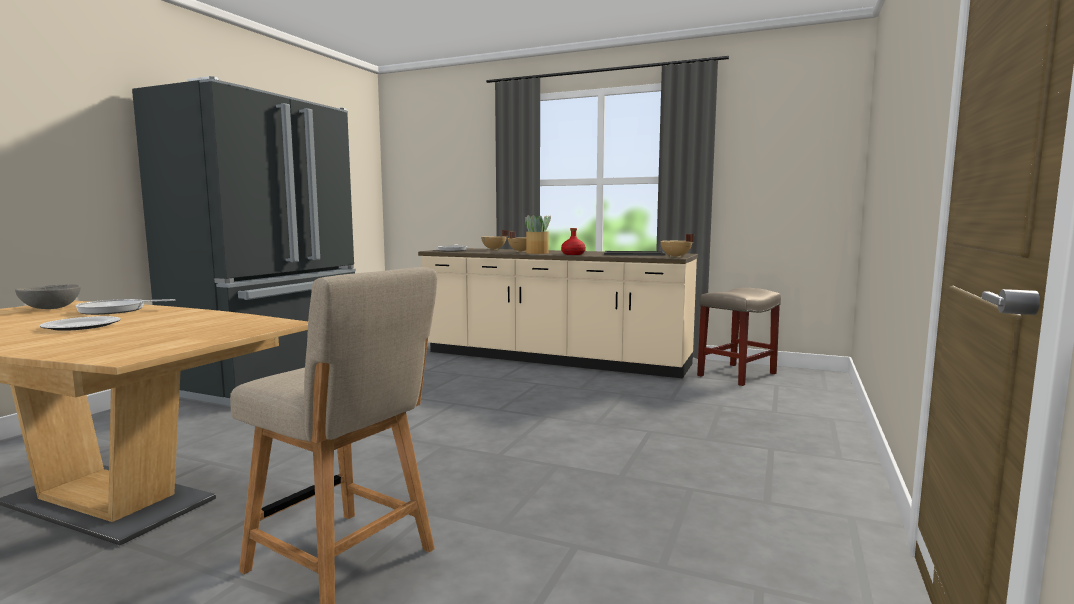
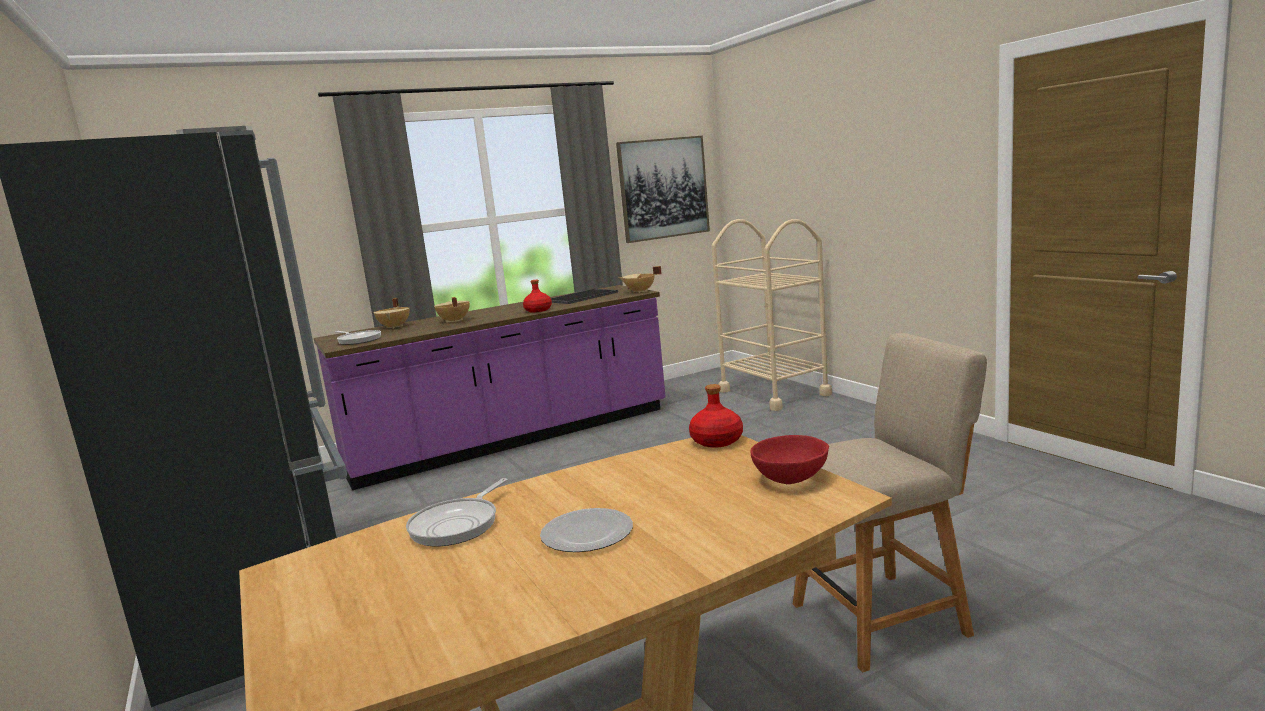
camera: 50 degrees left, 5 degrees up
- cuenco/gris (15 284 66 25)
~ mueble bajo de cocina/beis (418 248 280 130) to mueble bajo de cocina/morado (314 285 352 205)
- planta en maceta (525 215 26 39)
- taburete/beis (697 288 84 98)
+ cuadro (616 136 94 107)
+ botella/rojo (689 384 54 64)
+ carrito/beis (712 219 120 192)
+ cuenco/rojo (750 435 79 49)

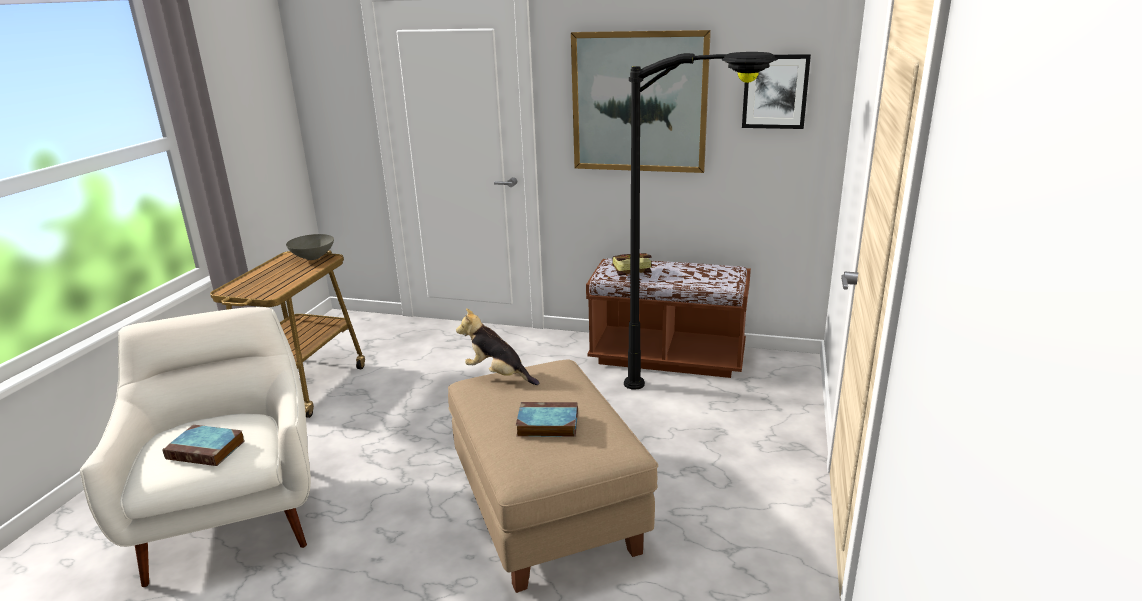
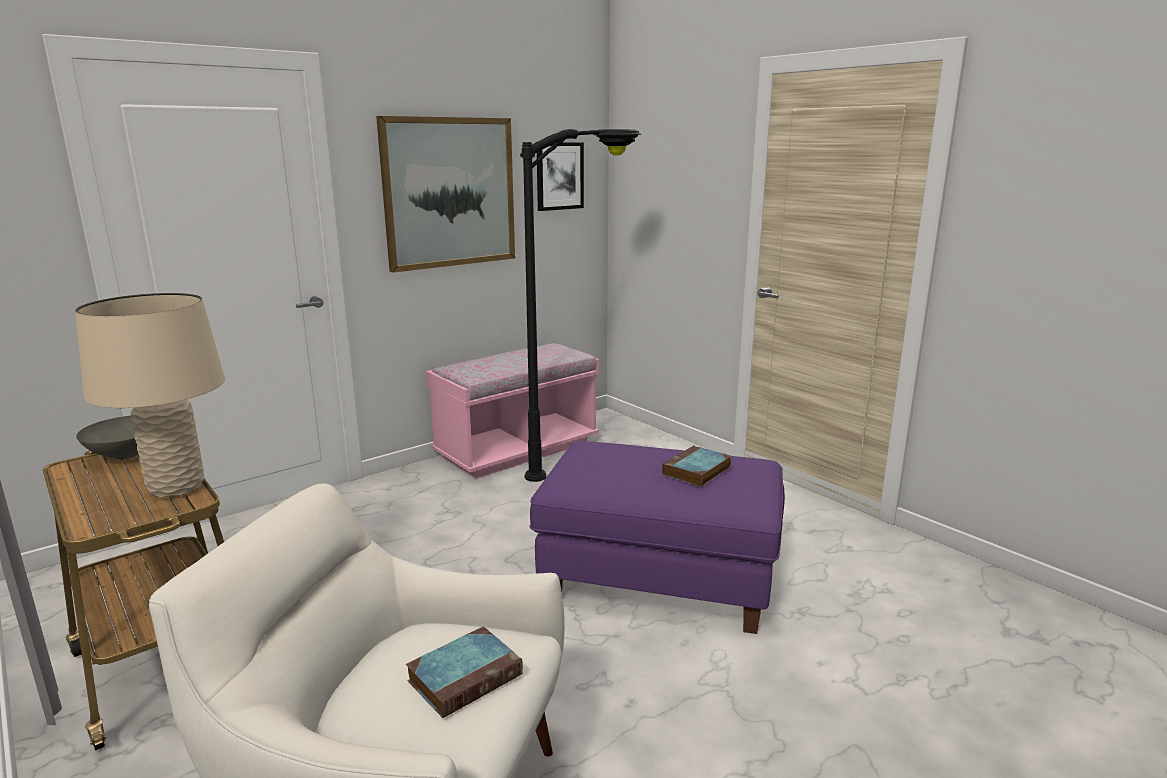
camera: 55 degrees left, 5 degrees down
~ puf/beis (448 360 210 233) to puf/morado (530 441 255 193)
- peluche (456 308 83 77)
~ banco/marrón (586 259 165 119) to banco/rosa (426 343 173 135)
- libro (608 253 44 25)
+ lámpara de mesa/beis (75 293 150 204)

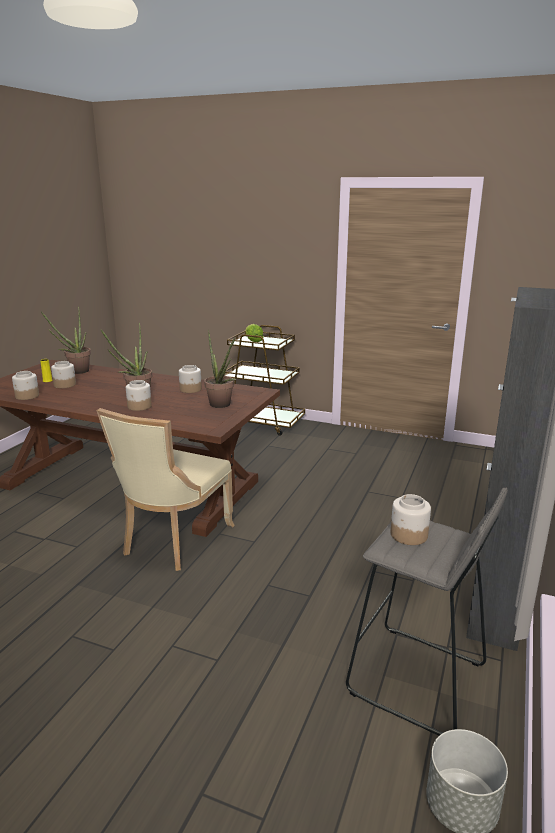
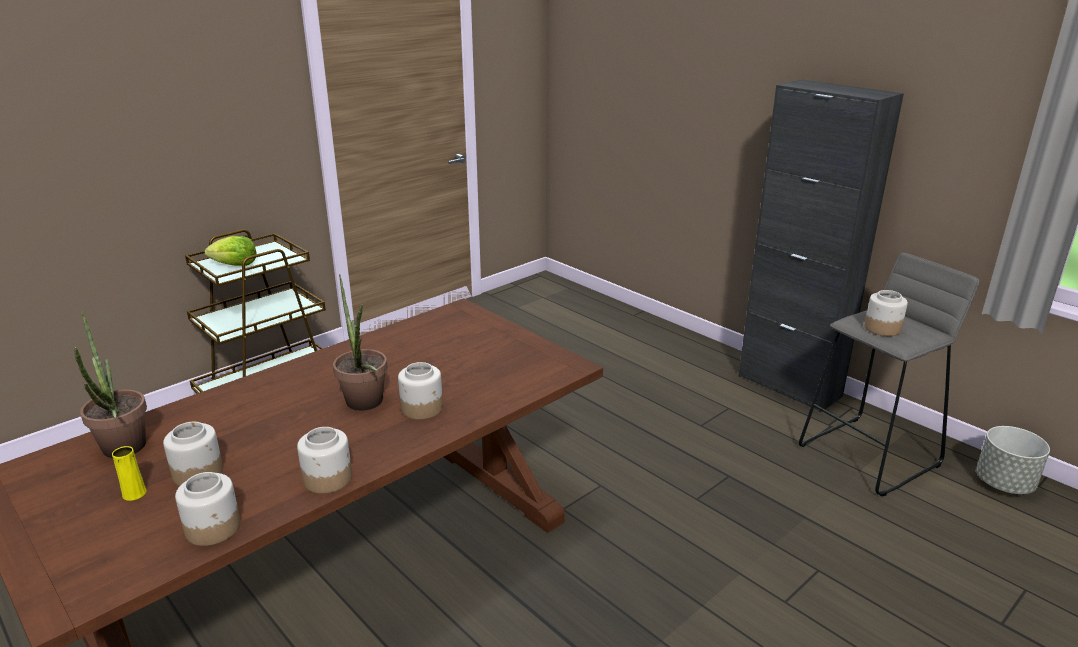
camera: 65 degrees left, 5 degrees up
- silla/beis (97 408 138 163)
~ tarro (179 365 23 28) to (297 427 55 67)
- planta en maceta (204 330 32 78)

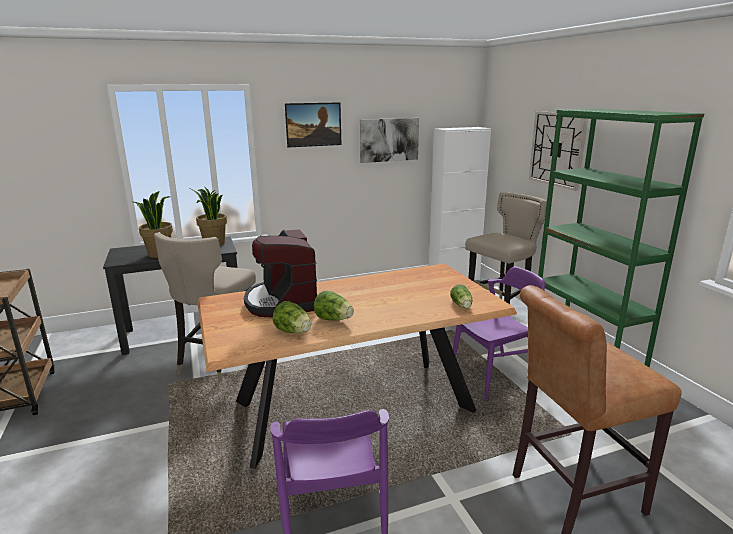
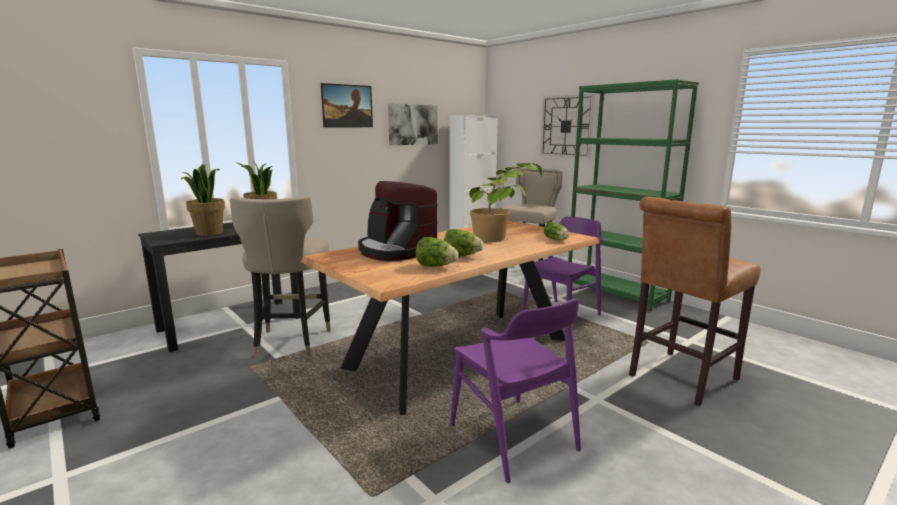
camera: 20 degrees left, 5 degrees down
+ planta en maceta (469 163 73 79)

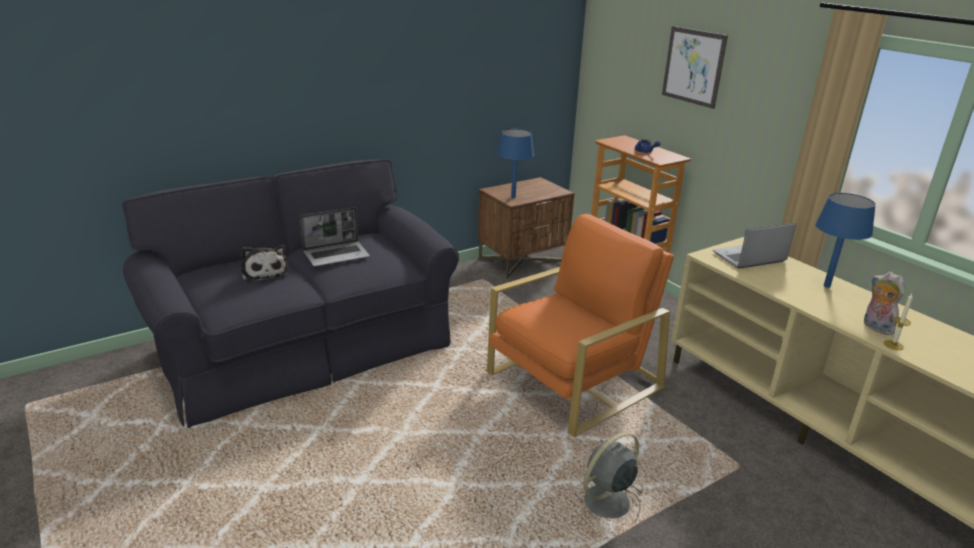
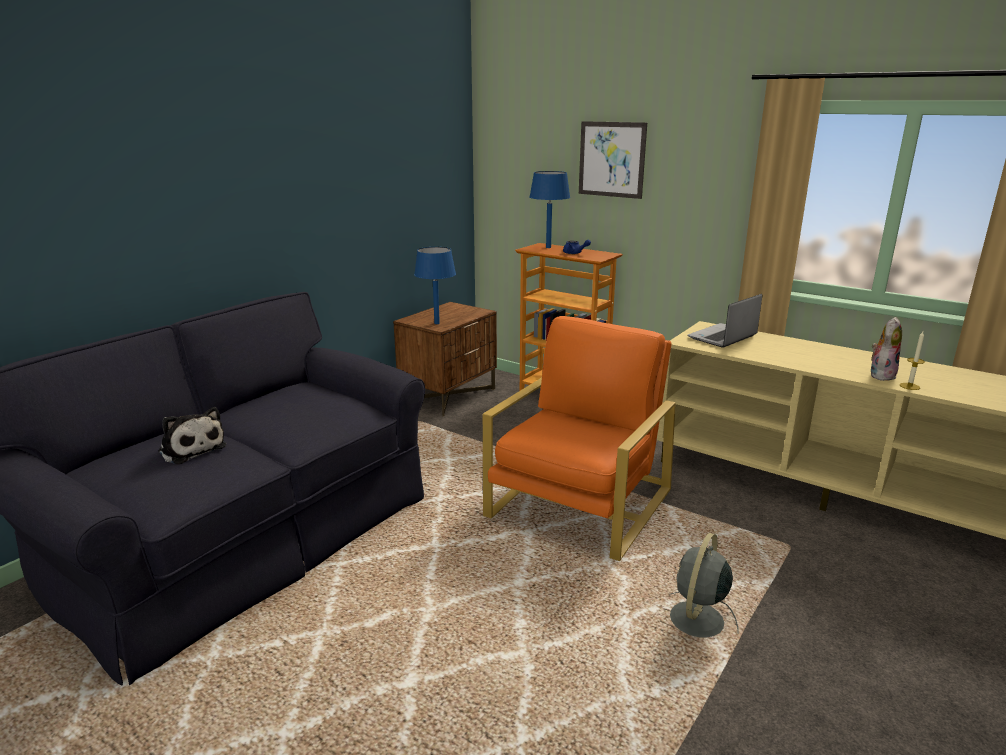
camera: 20 degrees left, 5 degrees down
- portátil (300 207 70 60)
~ lámpara de mesa/azul (815 193 61 95) to (529 171 41 77)
~ peluche (864 272 41 63) = (871 317 31 64) 90 degrees clockwise

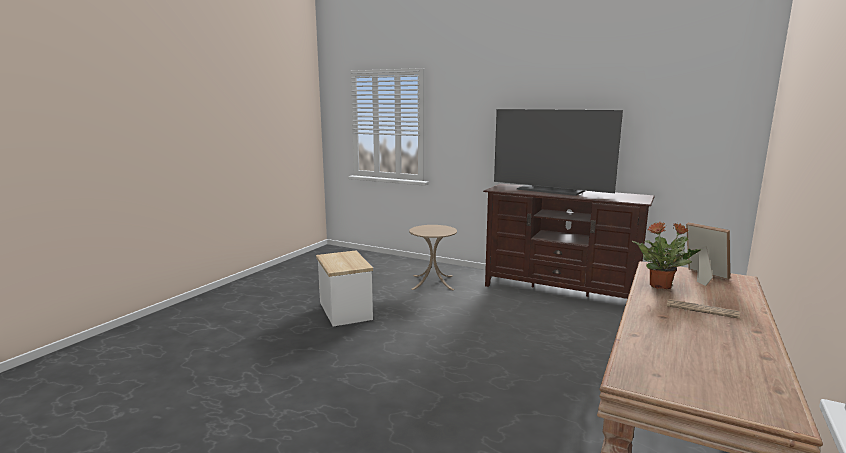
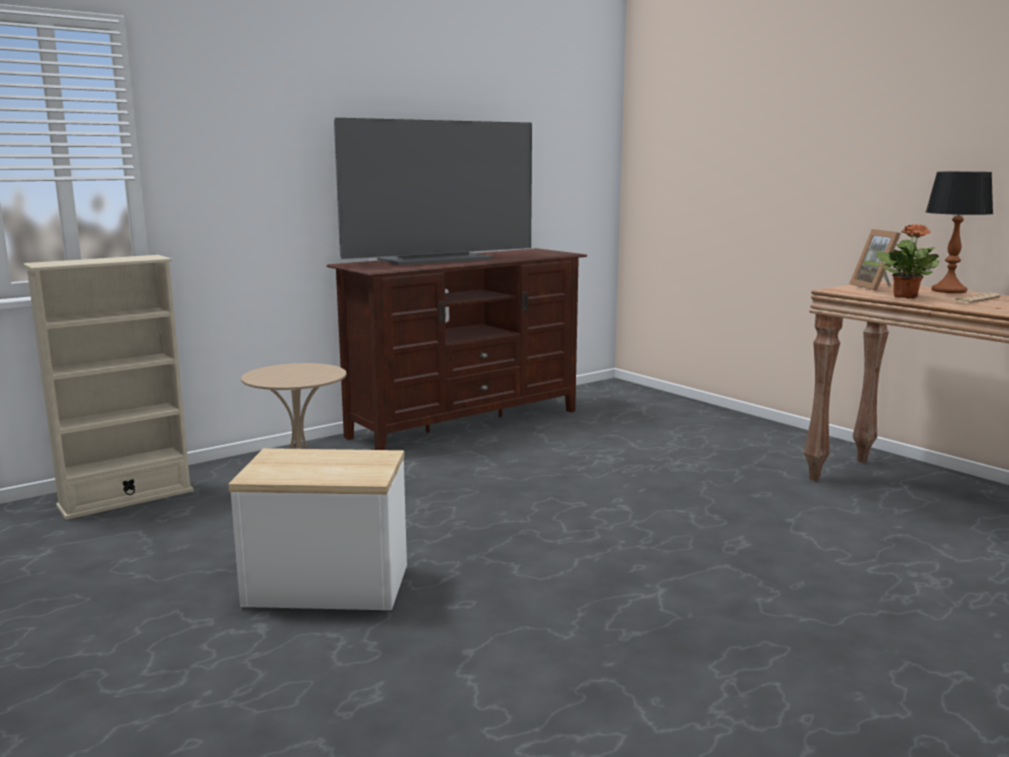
camera: 65 degrees left, 0 degrees up
~ portarretratos (686 222 44 64) = (849 229 52 62) 90 degrees counterclockwise
+ estantería/beis (24 255 170 265)
+ lámpara de mesa (926 172 67 121)

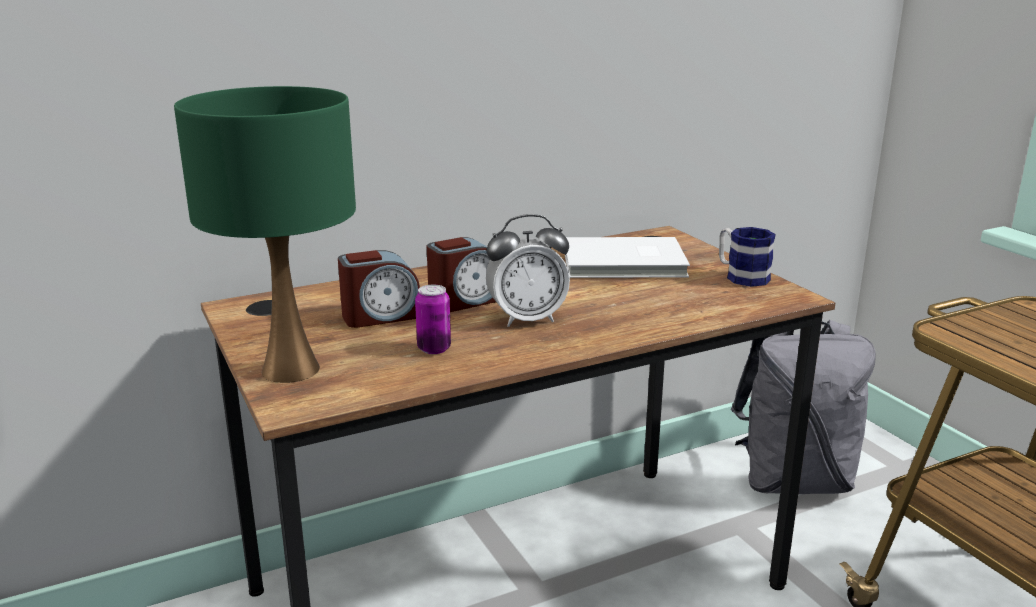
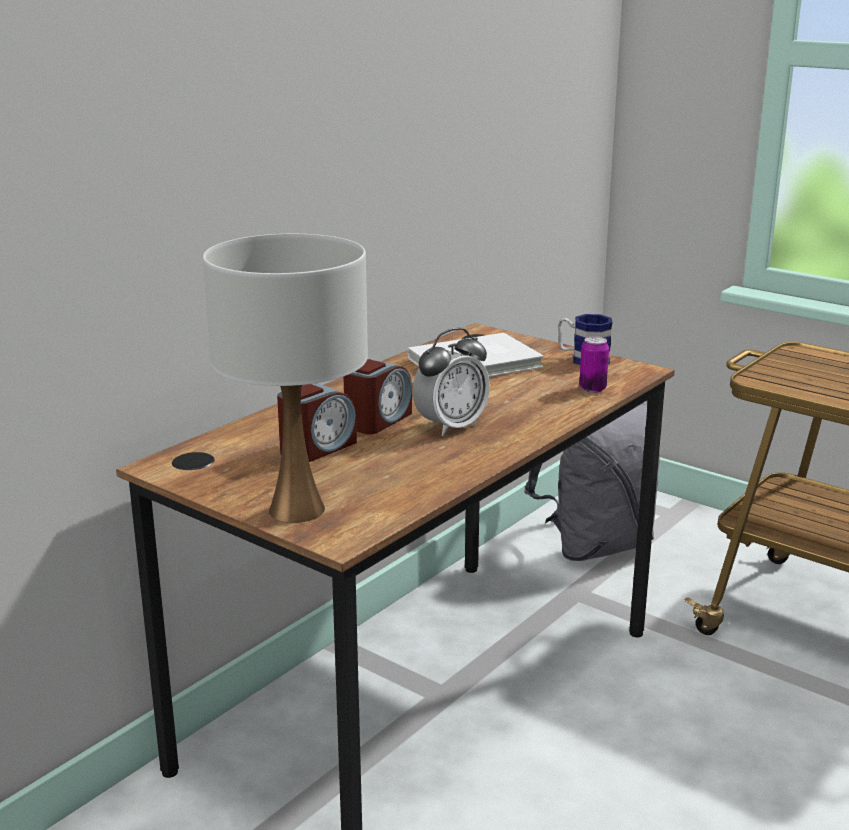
camera: 25 degrees left, 0 degrees up
~ lámpara de mesa/verde (174 86 182 297) to lámpara de mesa/blanco (203 234 165 289)
~ lata (415 285 36 69) to (579 336 30 57)

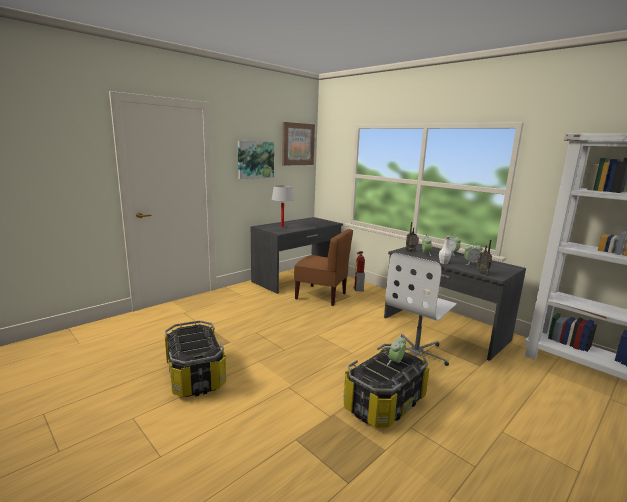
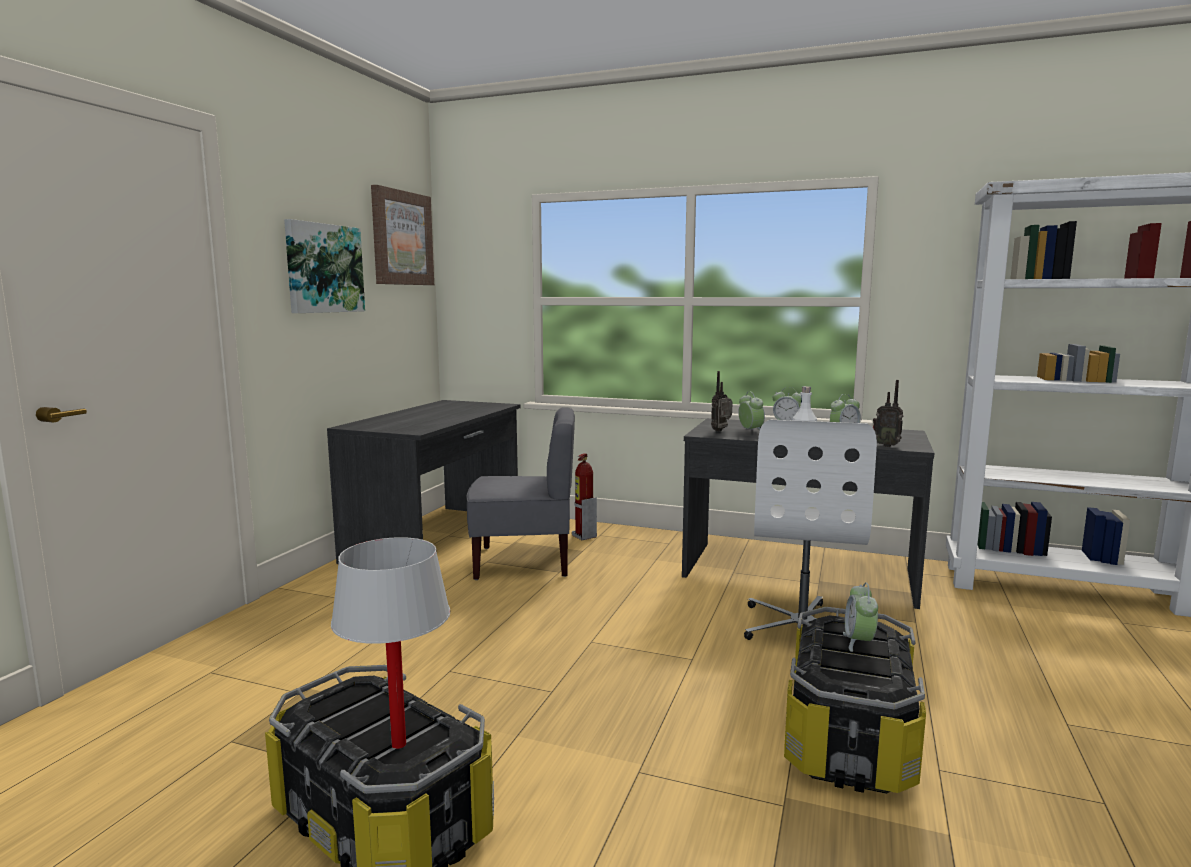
camera: 25 degrees left, 5 degrees down
~ lámpara de mesa/blanco (272 185 22 42) to (331 537 119 212)
~ silla/marrón (294 229 59 77) to silla/gris (466 407 109 173)

